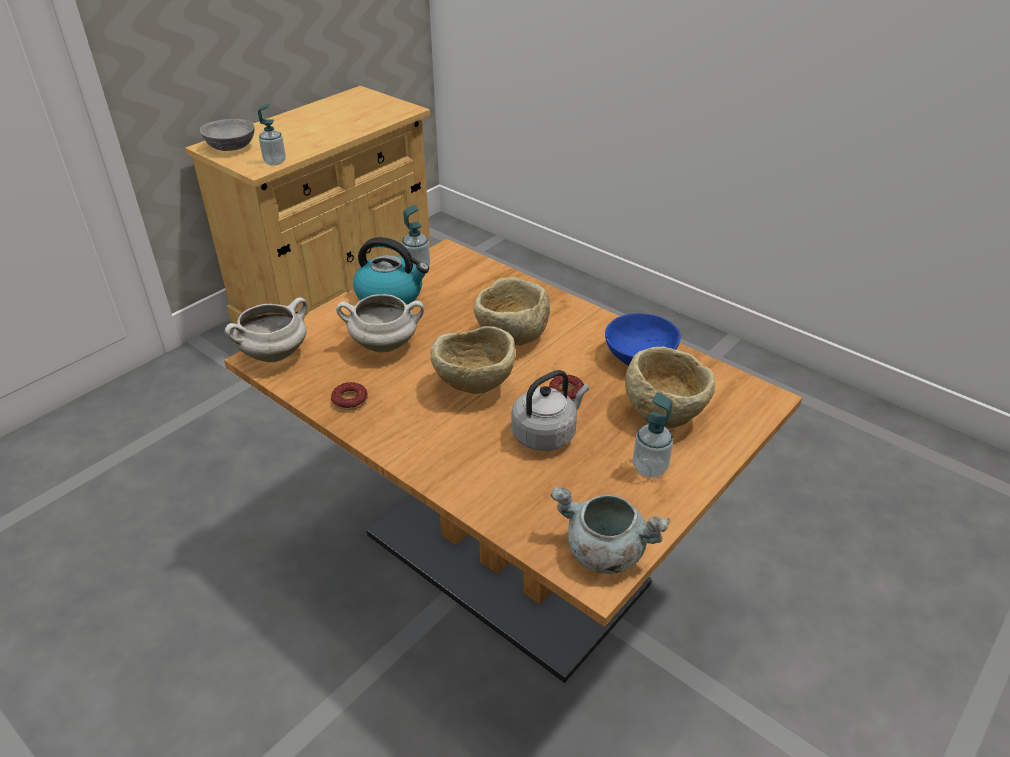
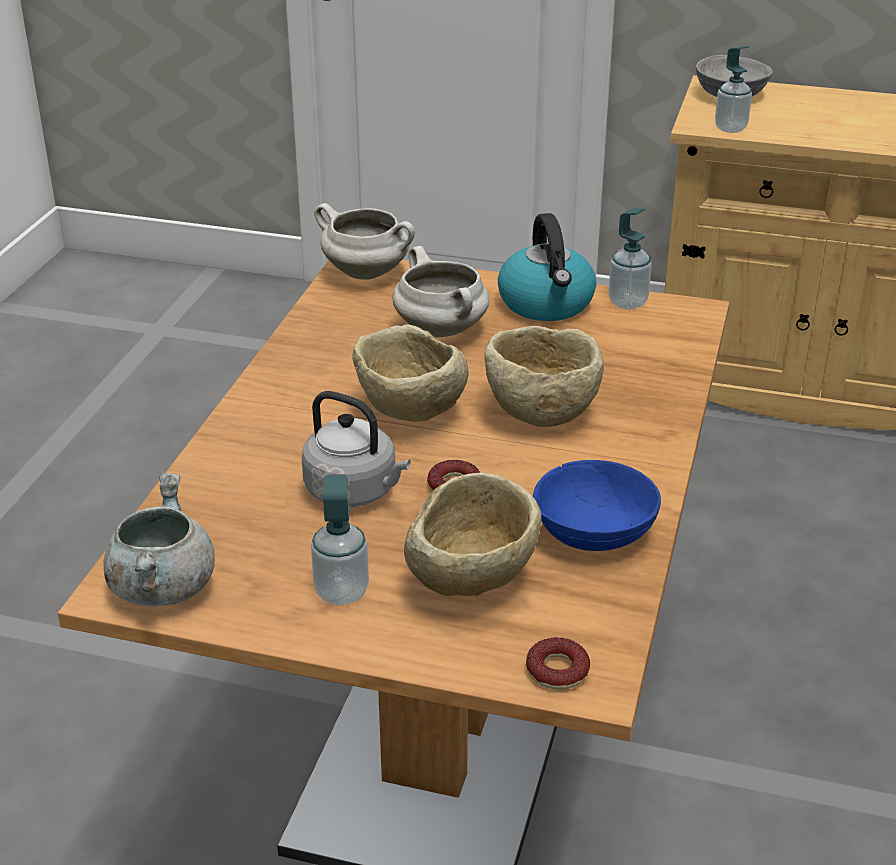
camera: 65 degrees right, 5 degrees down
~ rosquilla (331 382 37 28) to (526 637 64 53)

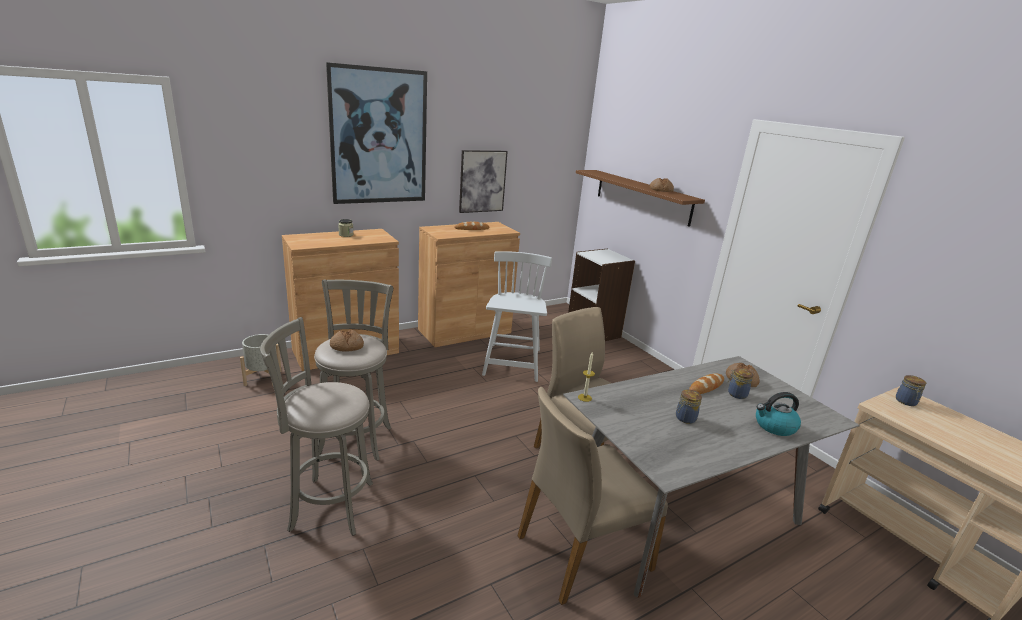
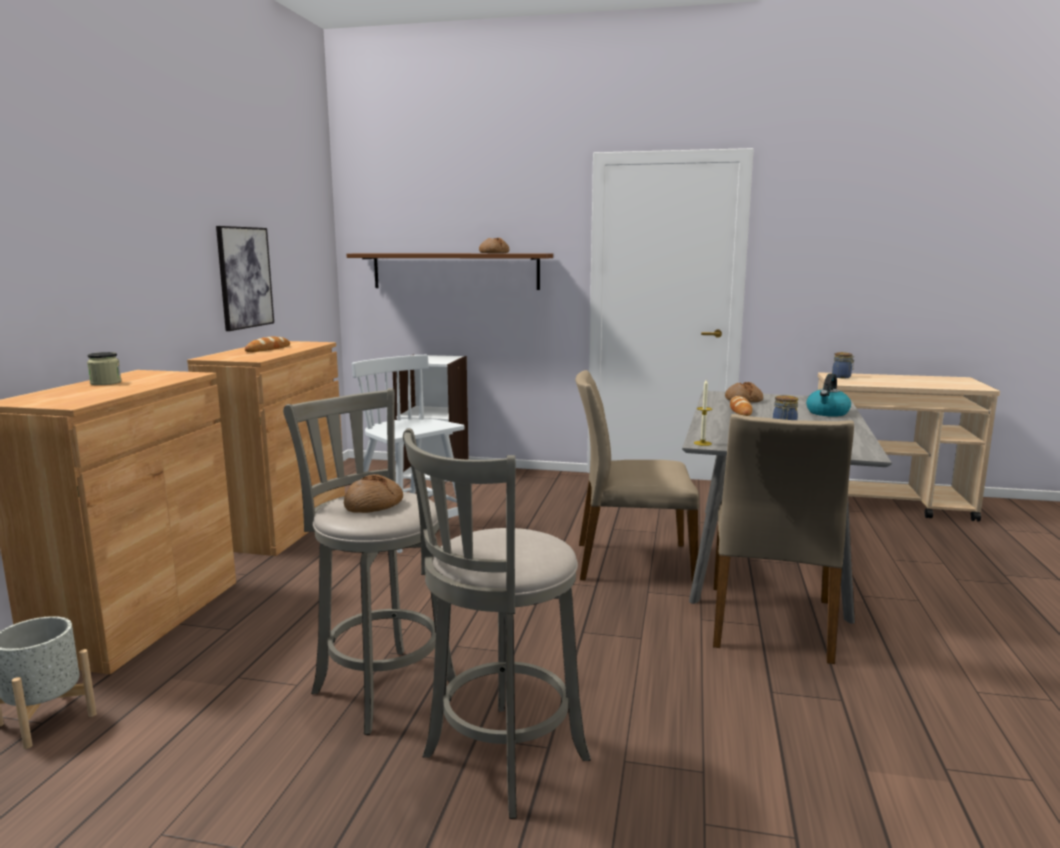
camera: 45 degrees left, 10 degrees down
- cuadro (326 62 101 142)
- tarro (727 368 26 31)

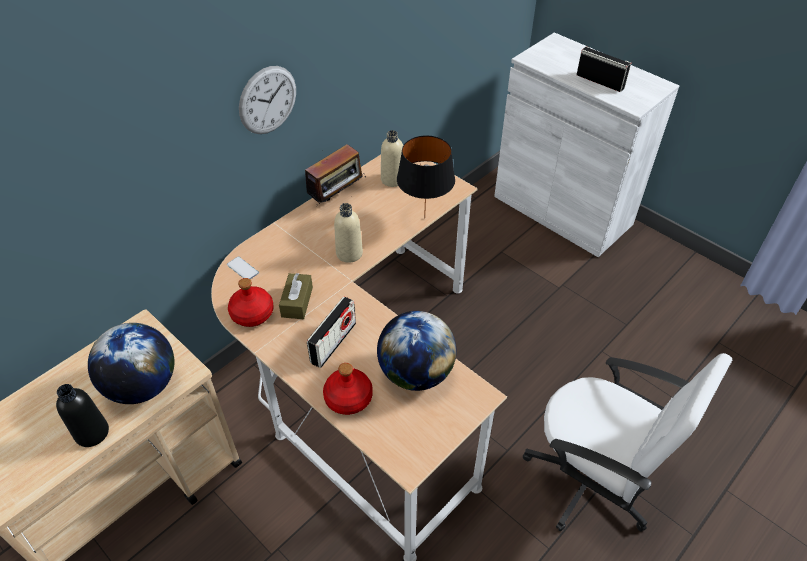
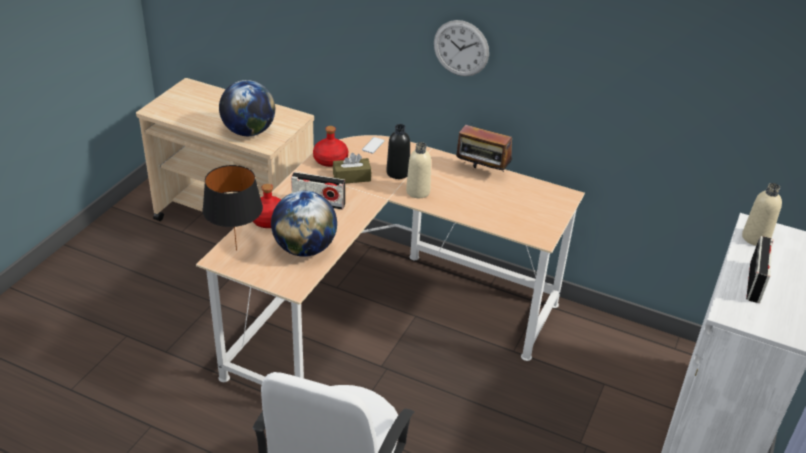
camera: 70 degrees right, 10 degrees down
~ botella/negro (56 384 53 63) to (386 124 24 55)
~ botella/beis (381 130 22 57) to (742 183 40 63)
~ lámpara de mesa/negro (397 135 58 84) to (202 165 61 86)

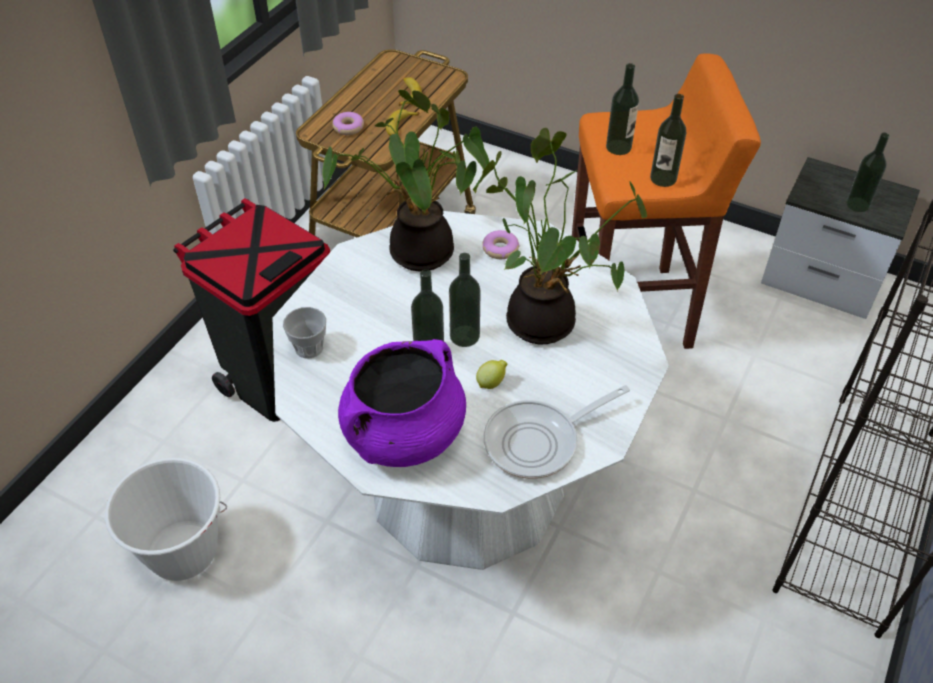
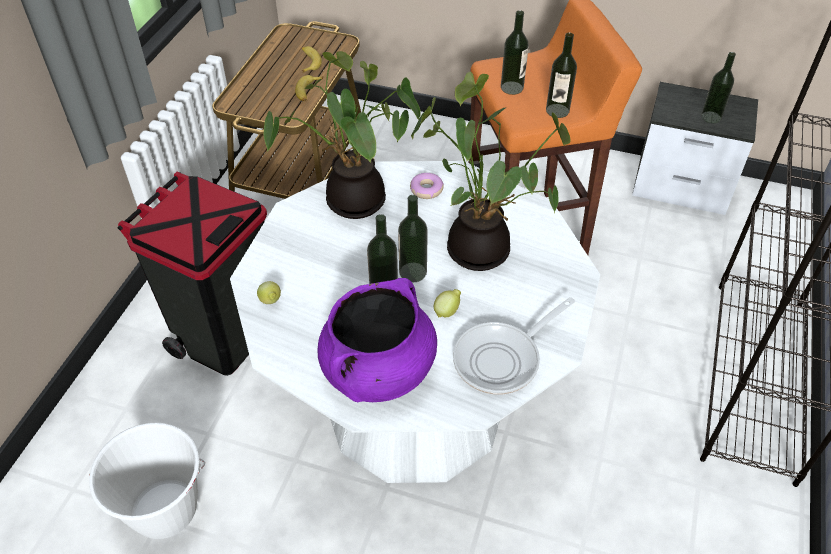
camera: 10 degrees left, 0 degrees up
~ taza (283 307 43 52) to limón (257 281 24 23)
- rosquilla (333 112 31 23)

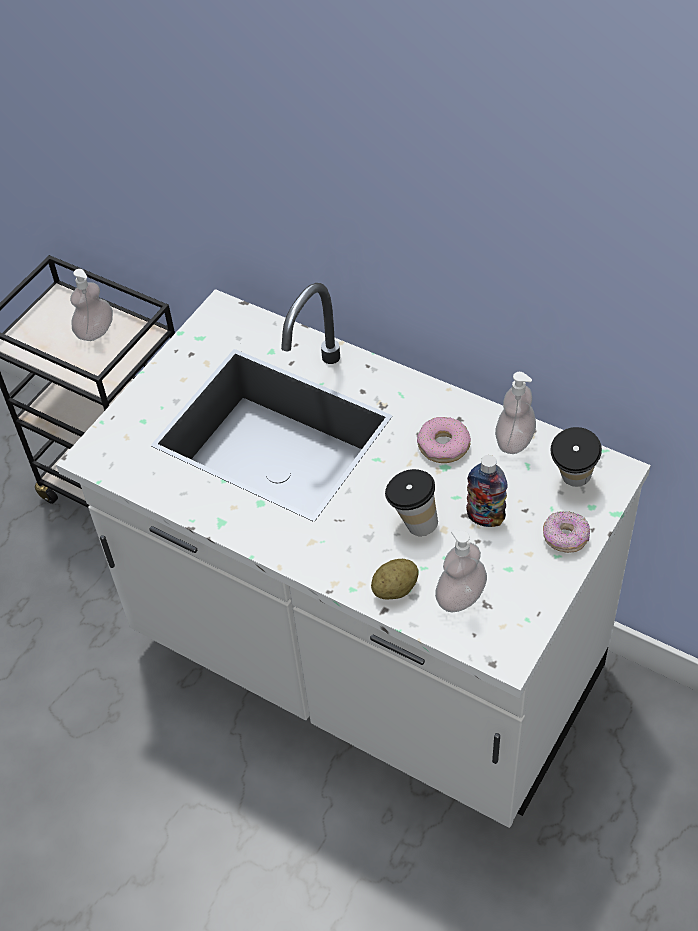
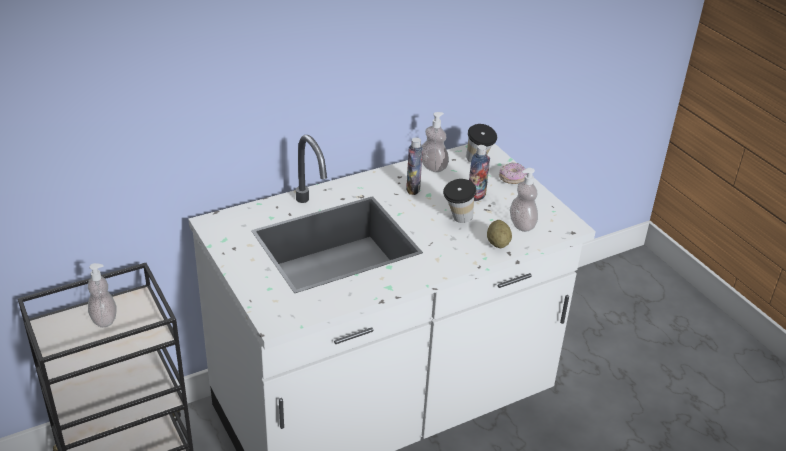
camera: 65 degrees left, 15 degrees down
~ rosquilla (417 417 54 46) to botella (406 137 17 58)

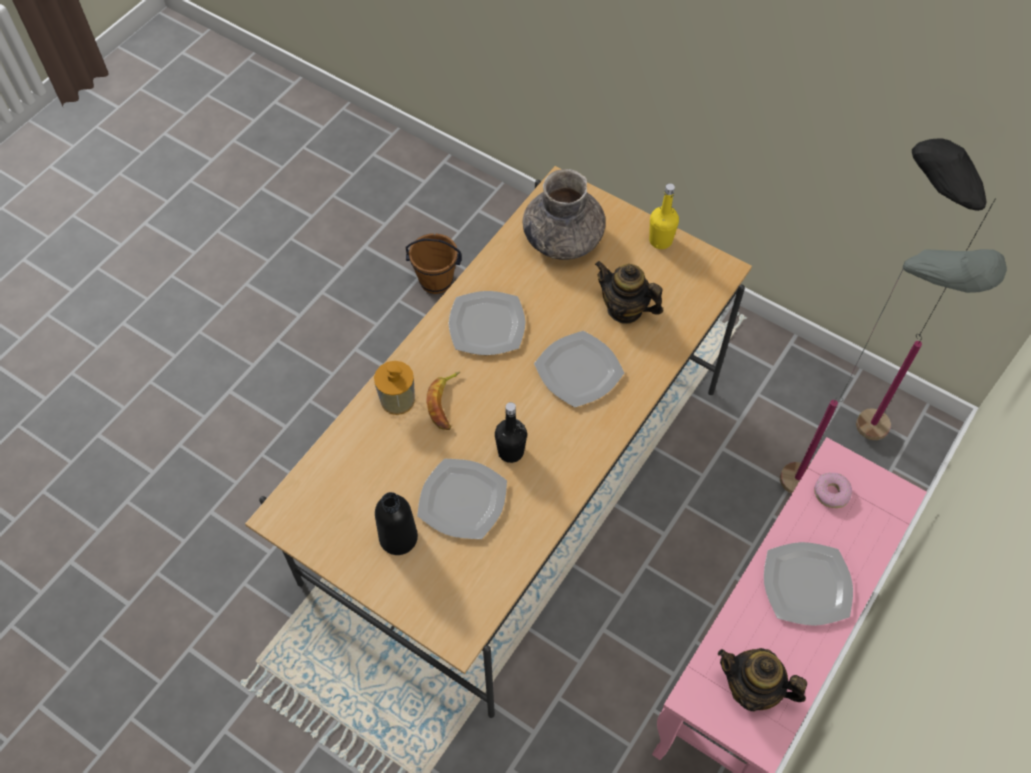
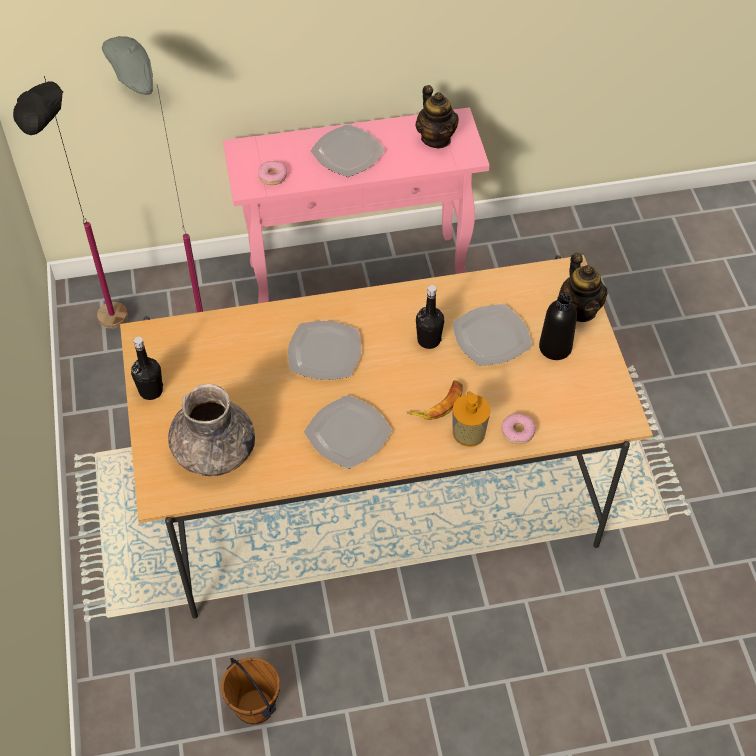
camera: 135 degrees left, 5 degrees down
~ tetera (595 261 68 63) to (559 253 49 69)
~ botella/amarillo (649 183 30 66) to botella/negro (131 337 32 63)
+ rosquilla (501 413 35 31)

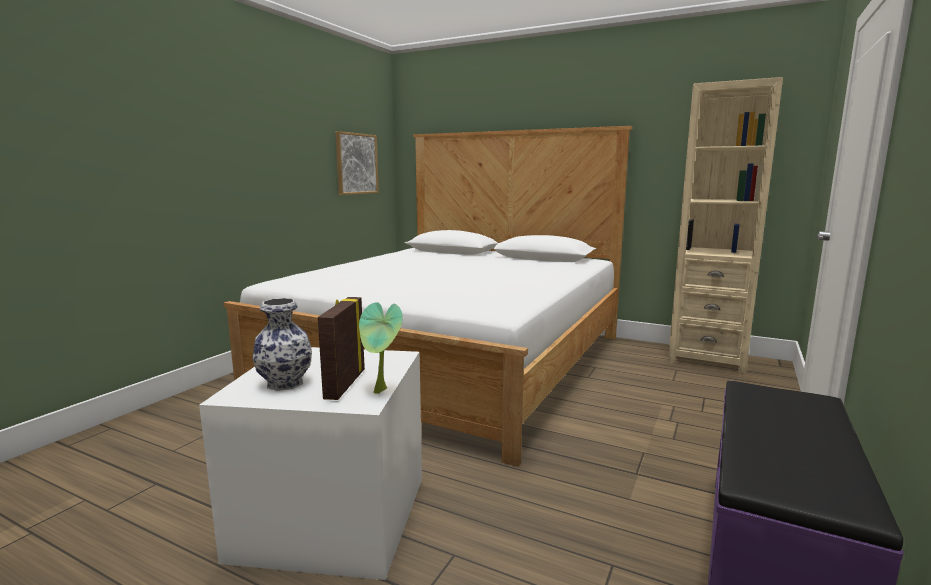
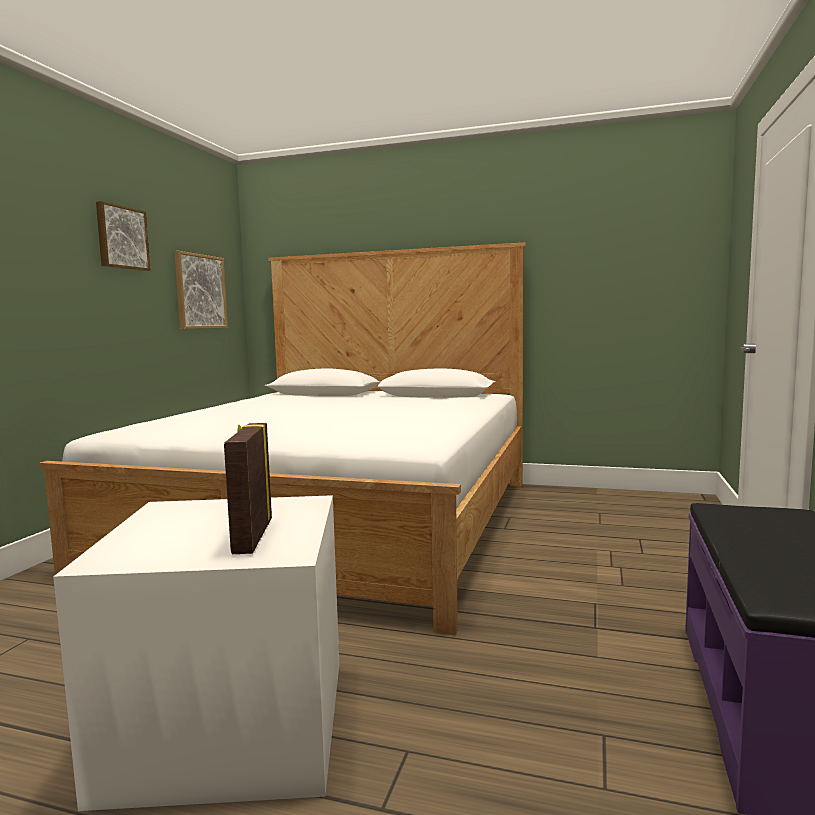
camera: 10 degrees left, 5 degrees down
- florero (252 298 60 93)
- planta en maceta (359 302 44 92)
- estantería/beis (668 77 115 297)
+ cuadro (96 201 55 70)

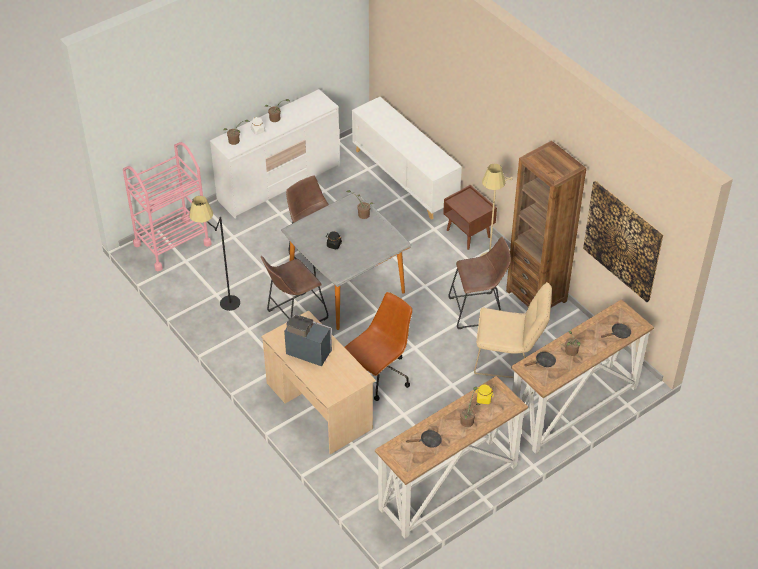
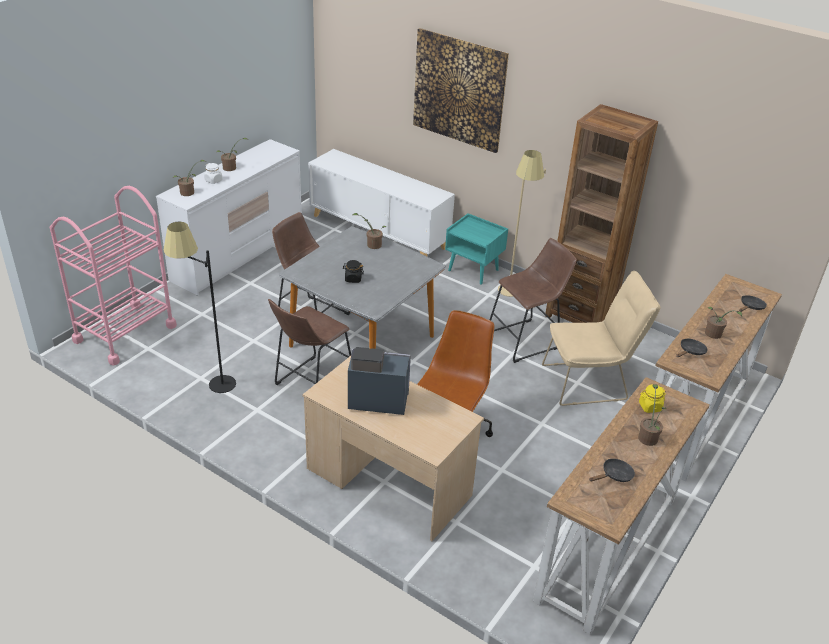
camera: 20 degrees left, 10 degrees down
~ mesita de noche/marrón (443 185 54 65) to mesita de noche/turquesa (445 213 63 72)
~ cuadro (583 181 81 121) to (413 28 96 125)

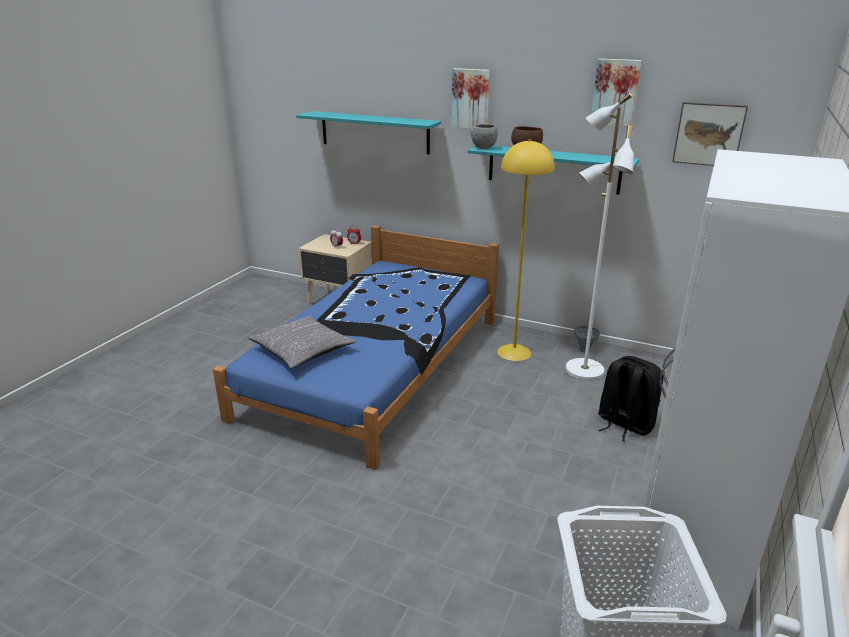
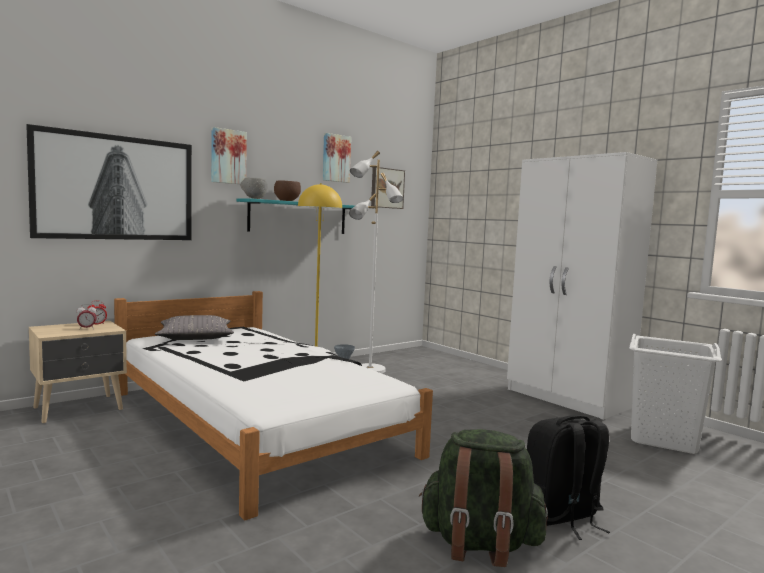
camera: 65 degrees left, 20 degrees down
~ cama/azul (213 225 286 245) to cama/blanco (114 291 319 230)
~ cojín/gris (248 316 108 52) to (155 315 79 25)
~ estante/turquesa (296 111 145 43) to cuadro (26 124 166 116)
~ mochila/negro (598 356 65 86) to (527 415 83 125)
+ mochila/verde (419 429 129 138)

